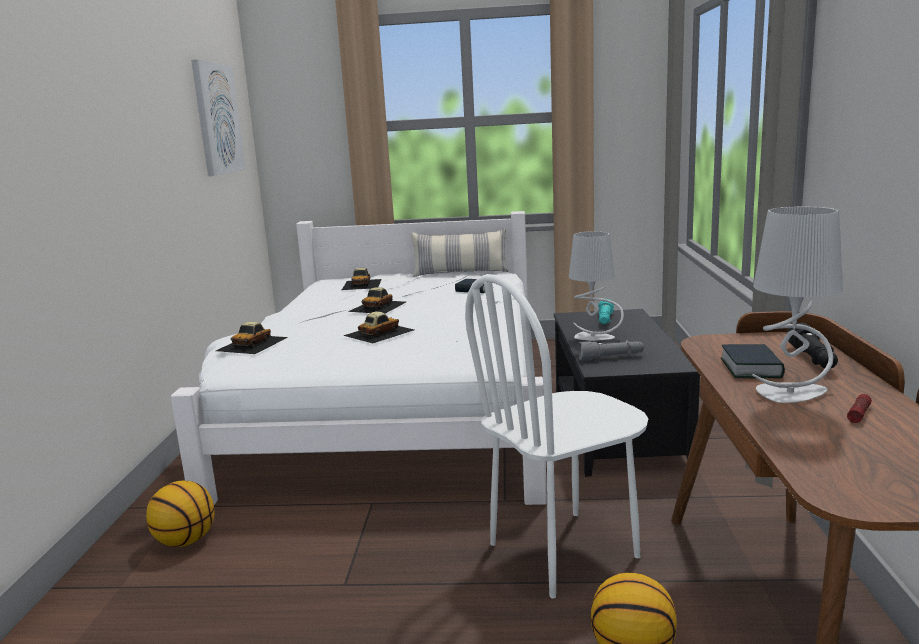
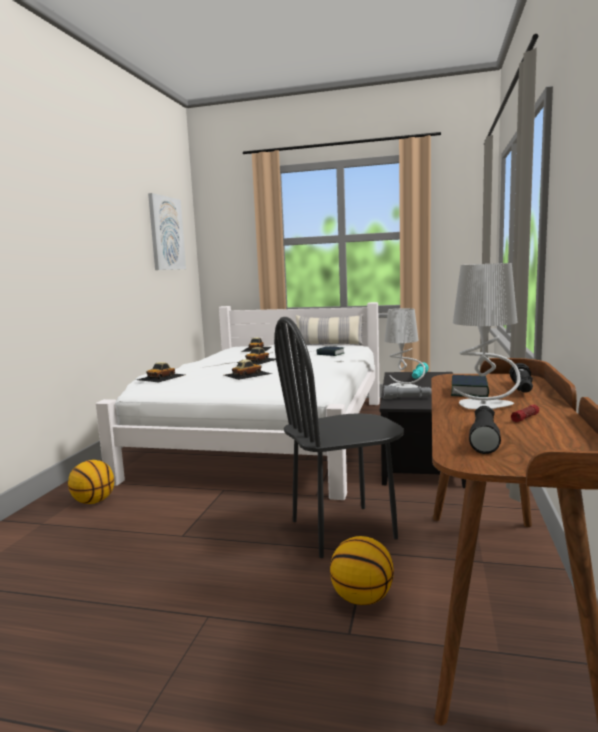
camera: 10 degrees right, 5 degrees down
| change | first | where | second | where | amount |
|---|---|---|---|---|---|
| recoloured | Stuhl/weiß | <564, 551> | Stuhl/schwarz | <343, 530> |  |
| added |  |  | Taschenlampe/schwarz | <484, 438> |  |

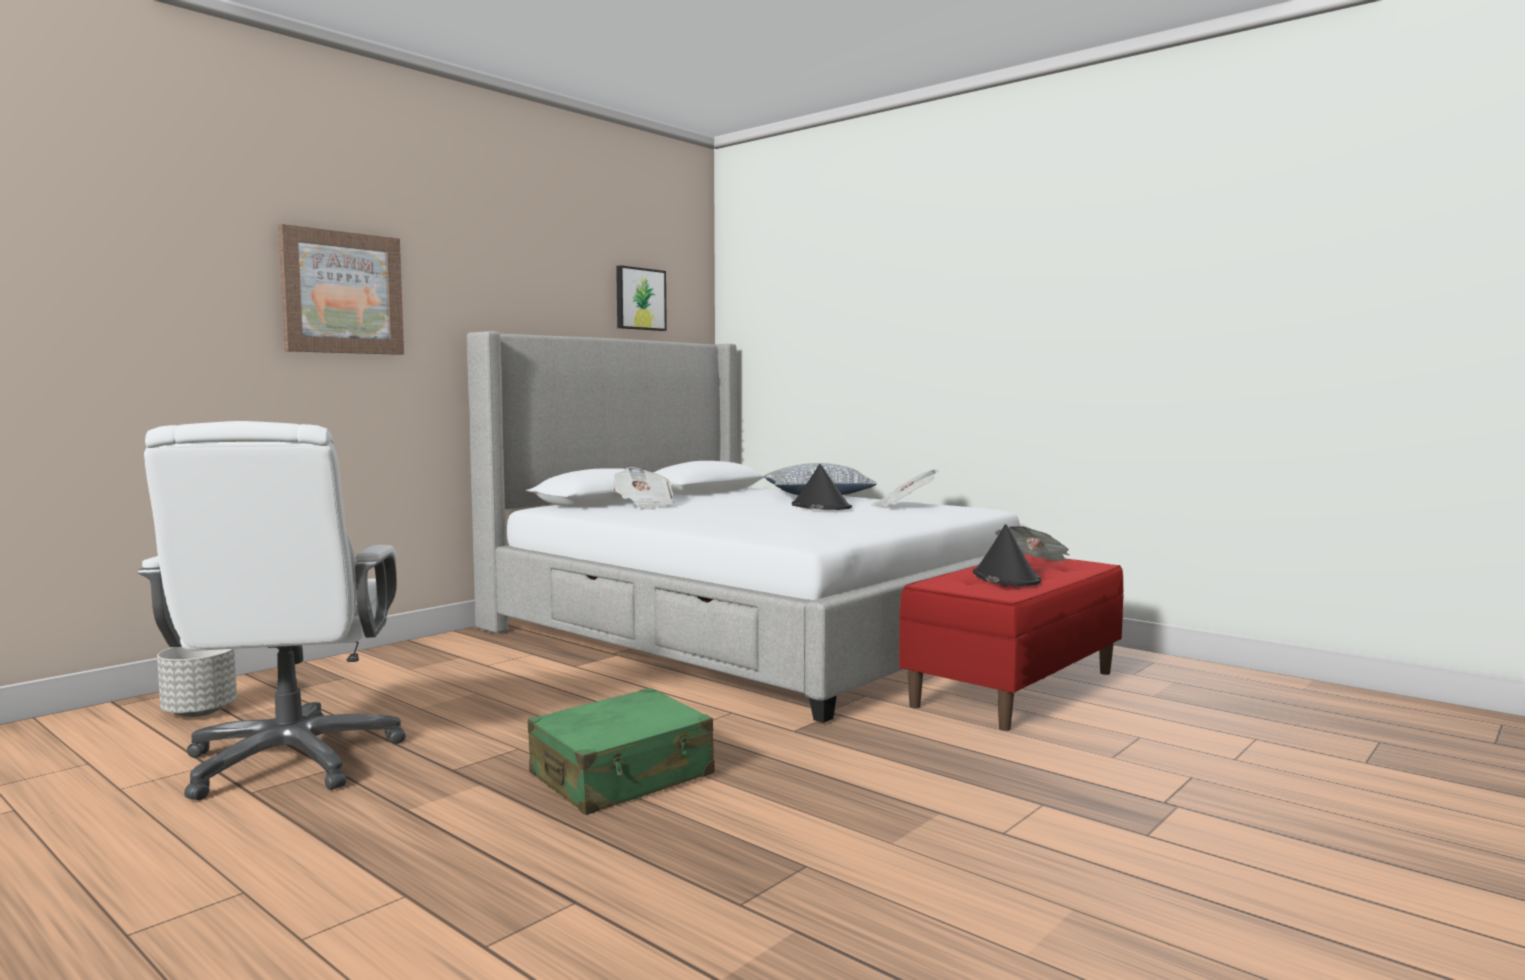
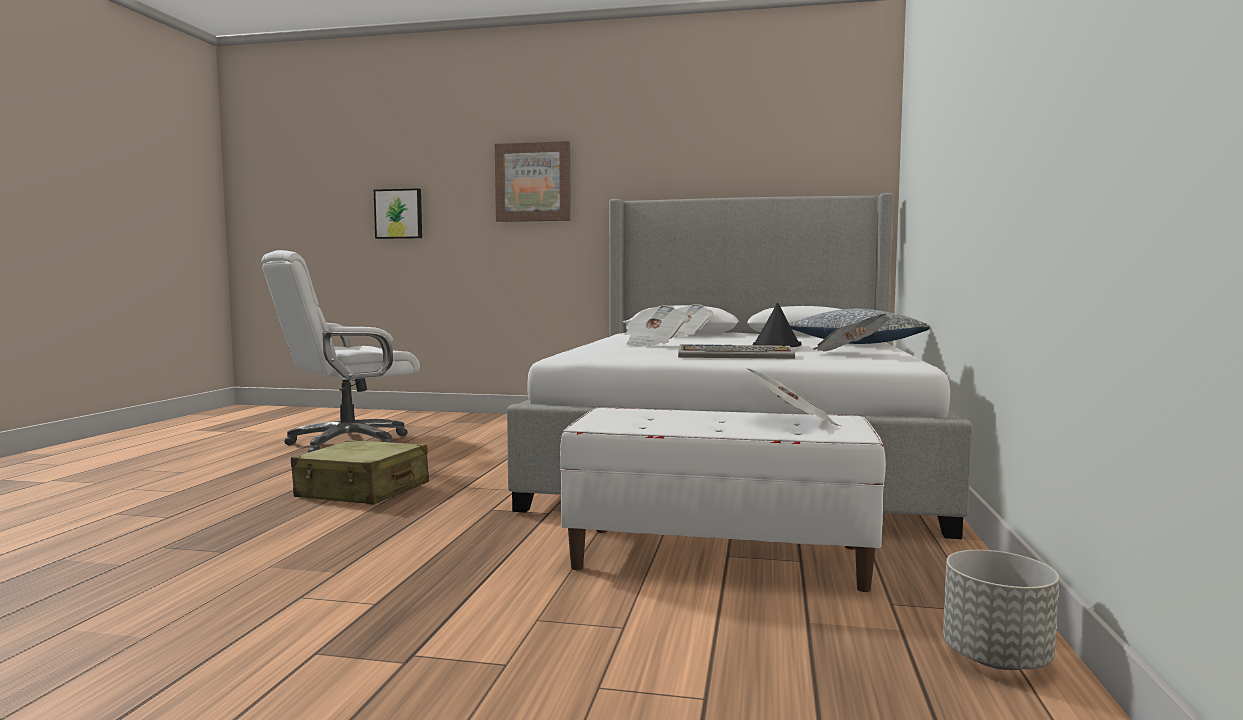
camera: 60 degrees right, 0 degrees up
| change | first | where | second | where | amount |
|---|---|---|---|---|---|
| recoloured | Koffer/grün | <622, 776> | Koffer/beige | <363, 491> |  |
| moved | Bild | <639, 299> |  | <399, 214> |  |
| recoloured | Bank/rot | <1014, 688> | Bank/weiß | <719, 556> |  |
| added |  |  | Zeitung | <653, 344> |  |
| added |  |  | Tastatur | <736, 355> |  |
| moved | Pflanzkübel/grau | <200, 712> |  | <997, 658> |  |
| removed | Hut/schwarz | <1005, 578> |  |  |  |

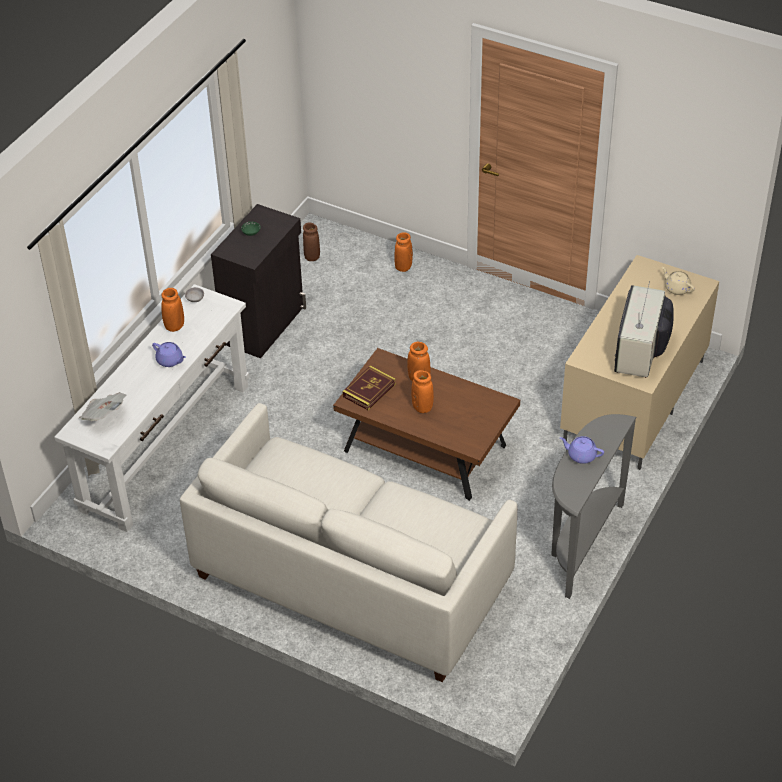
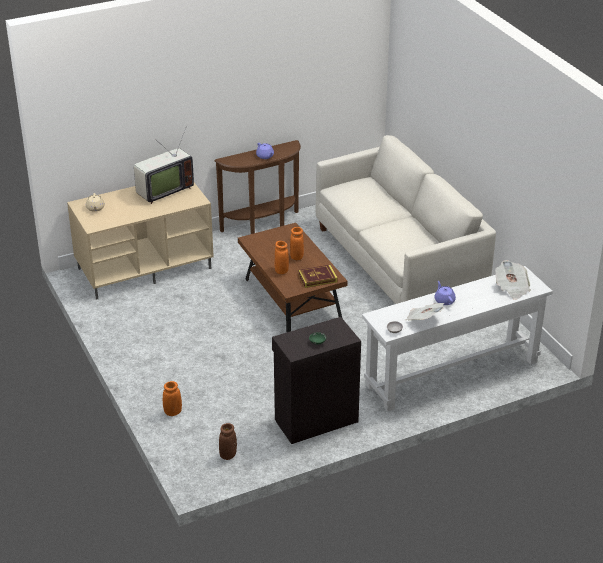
camera: 145 degrees left, 10 degrees down
| change | first | where | second | where | amount |
|---|---|---|---|---|---|
| recoloured | Konsolentisch/grau | <580, 544> | Konsolentisch/braun | <263, 226> |  |
| replaced | Vase/orange | <174, 326> | Zeitung | <423, 320> |  |

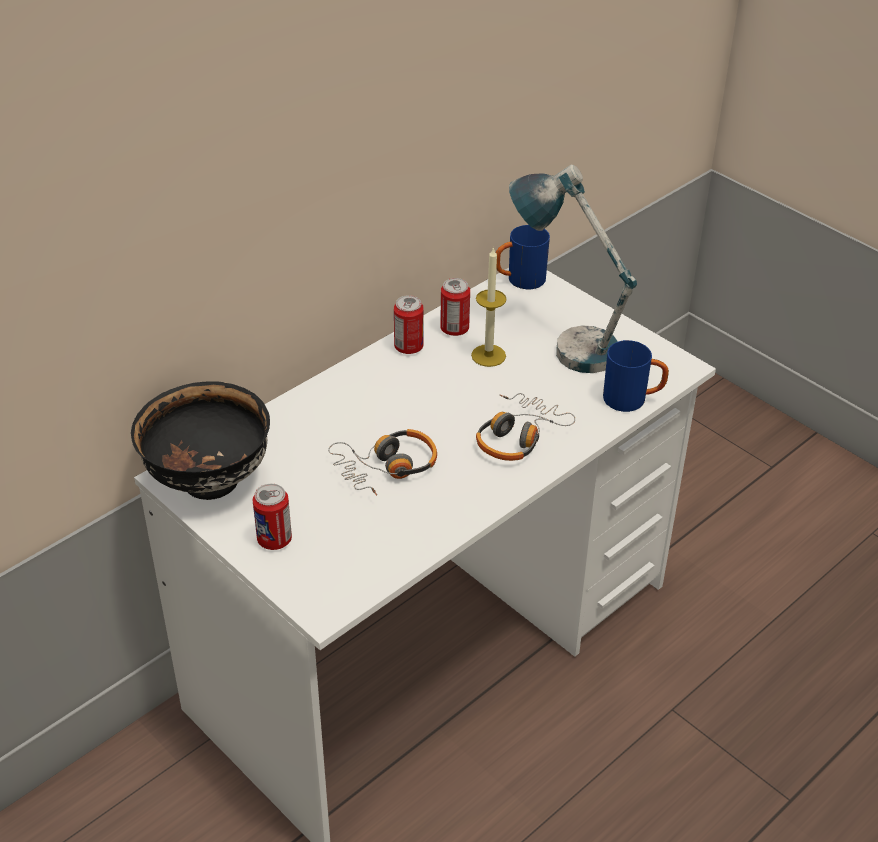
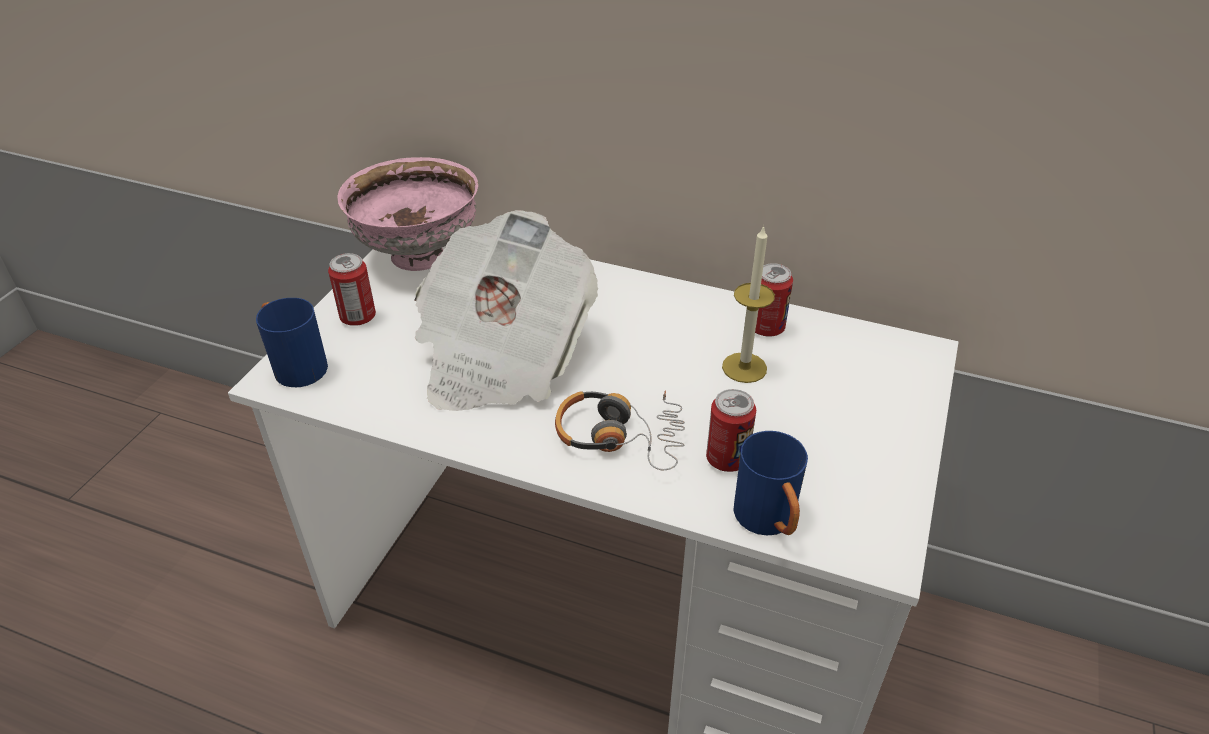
camera: 65 degrees right, 0 degrees up
| change | first | where | second | where | amount |
|---|---|---|---|---|---|
| moved | Henkelbecher/blau | <519, 281> |  | <295, 366> |  |
| recoloured | Schüssel/schwarz | <208, 482> | Schüssel/rosa | <417, 255> |  |
| replaced | Kopfhörer | <386, 468> | Zeitung | <501, 353> |  |
| moved | Dose | <408, 347> |  | <727, 459> |  |
| removed | Tischlampe | <564, 342> |  |  |  |

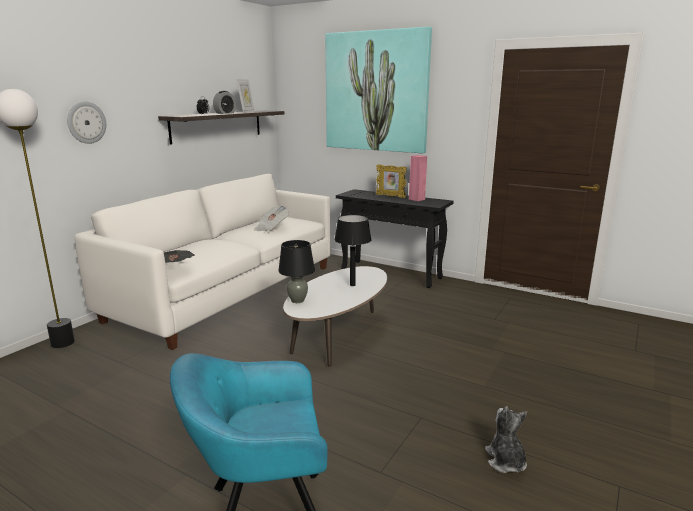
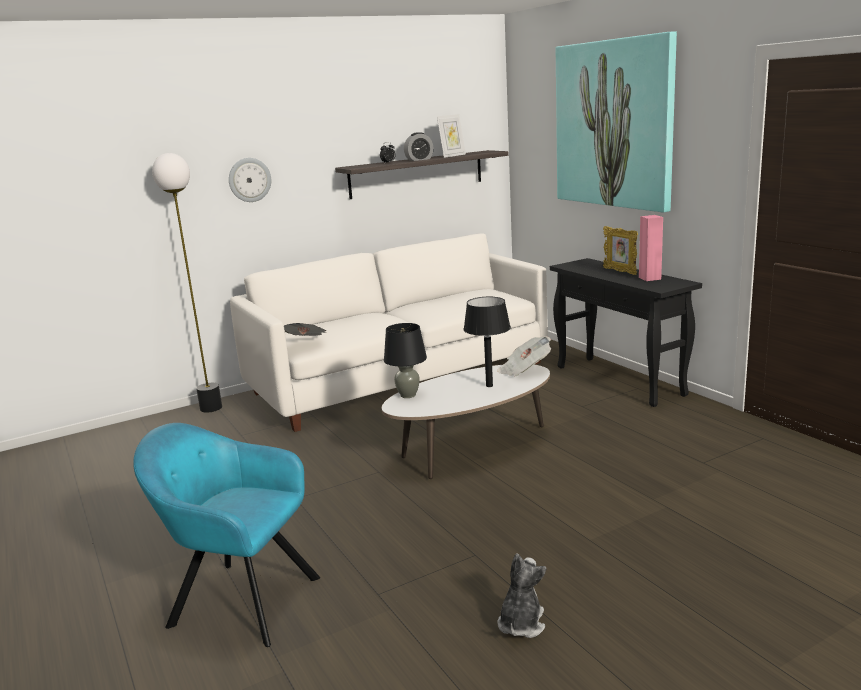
camera: 30 degrees right, 0 degrees up
| change | first | where | second | where | amount |
|---|---|---|---|---|---|
| moved | Zeitung | <271, 228> |  | <524, 370> |  |

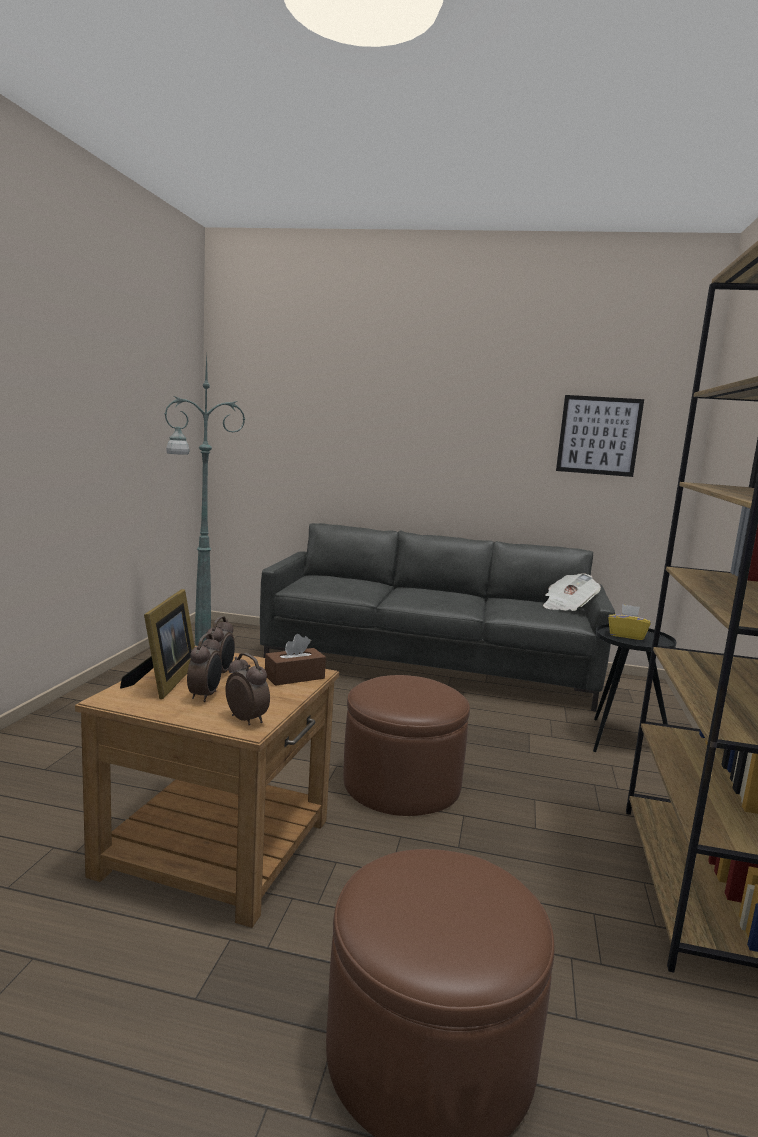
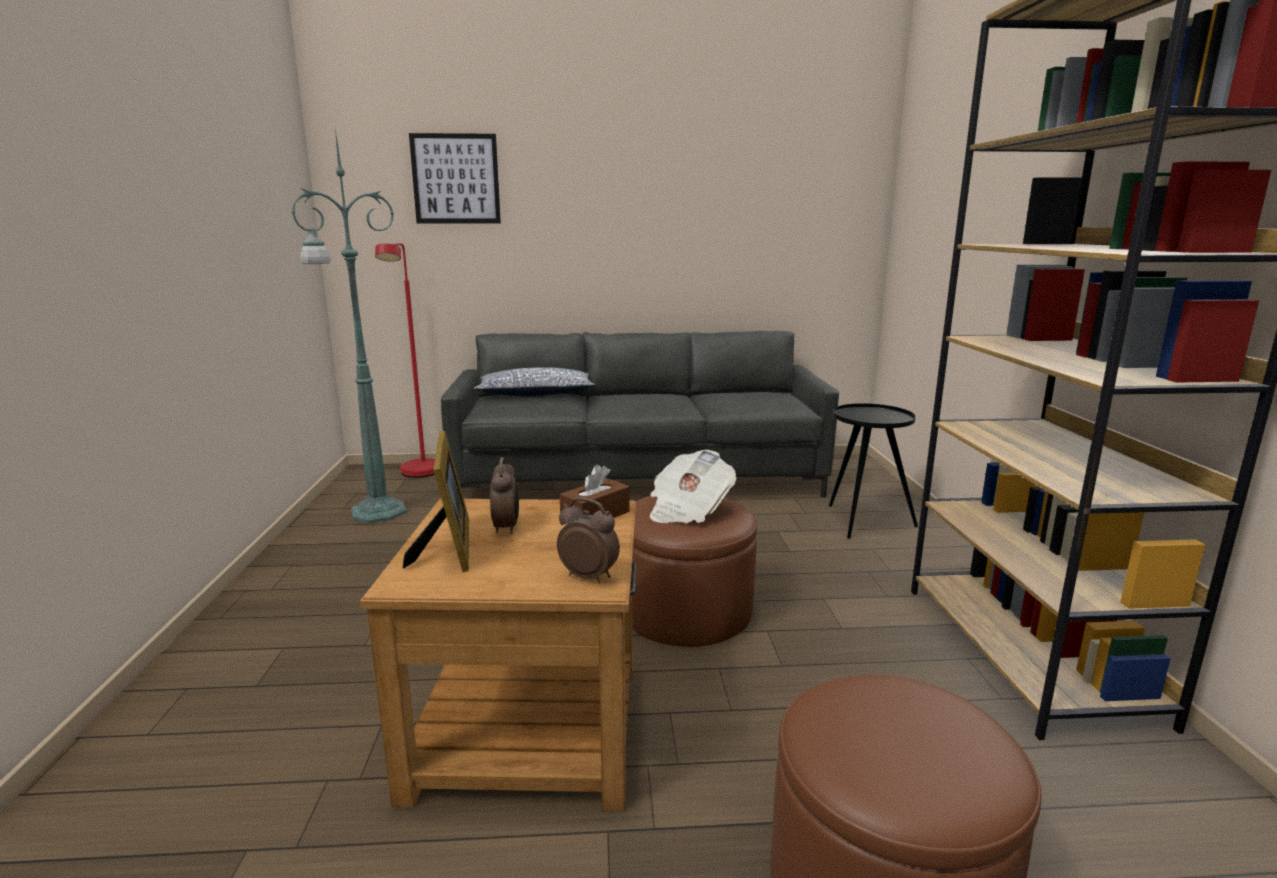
camera: 15 degrees left, 5 degrees up
| change | first | where | second | where | amount |
|---|---|---|---|---|---|
| added |  |  | Stehlampe/rot | <419, 475> |  |
| moved | Bild | <598, 435> |  | <456, 179> |  |
| added |  |  | Kissen | <535, 394> |  |
| moved | Zeitung | <567, 607> |  | <688, 510> |  |
| removed | Wecker | <205, 696> |  |  |  |
| removed | Taschentuchbox/gelb | <626, 635> |  |  |  |

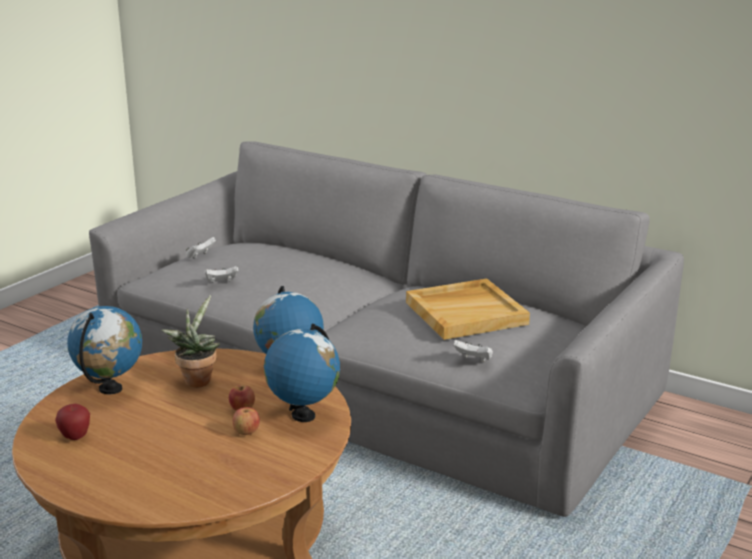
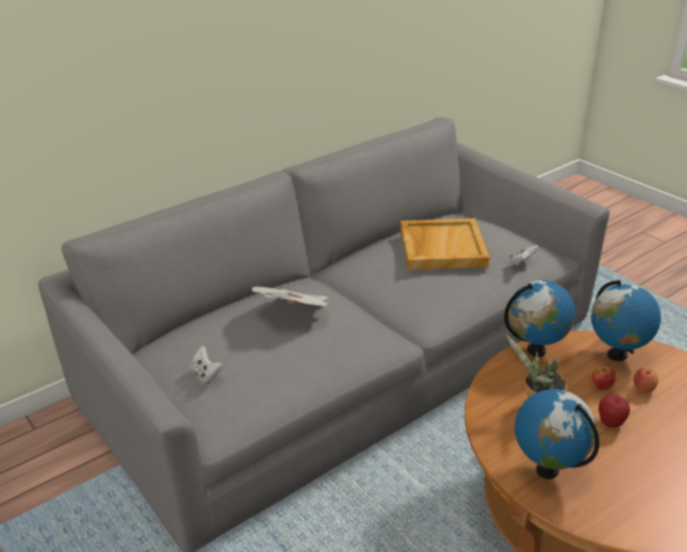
camera: 70 degrees left, 10 degrees up
| change | first | where | second | where | amount |
|---|---|---|---|---|---|
| added |  |  | Zeitung | <295, 313> |  |
| moved | Apfel | <75, 437> |  | <610, 423> |  |
| removed | Gamepad/weiß | <221, 282> |  |  |  |

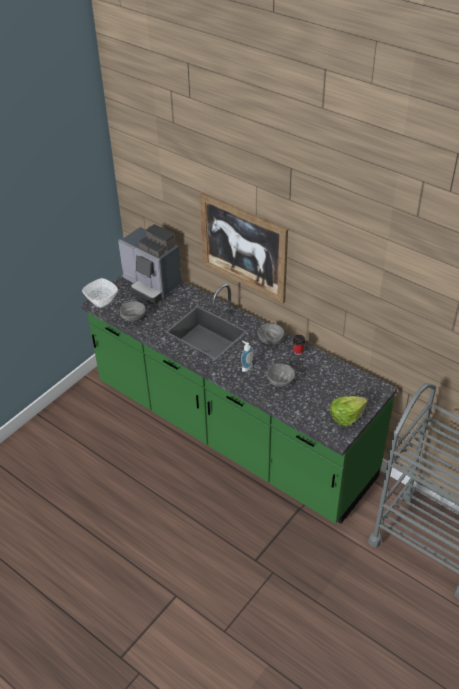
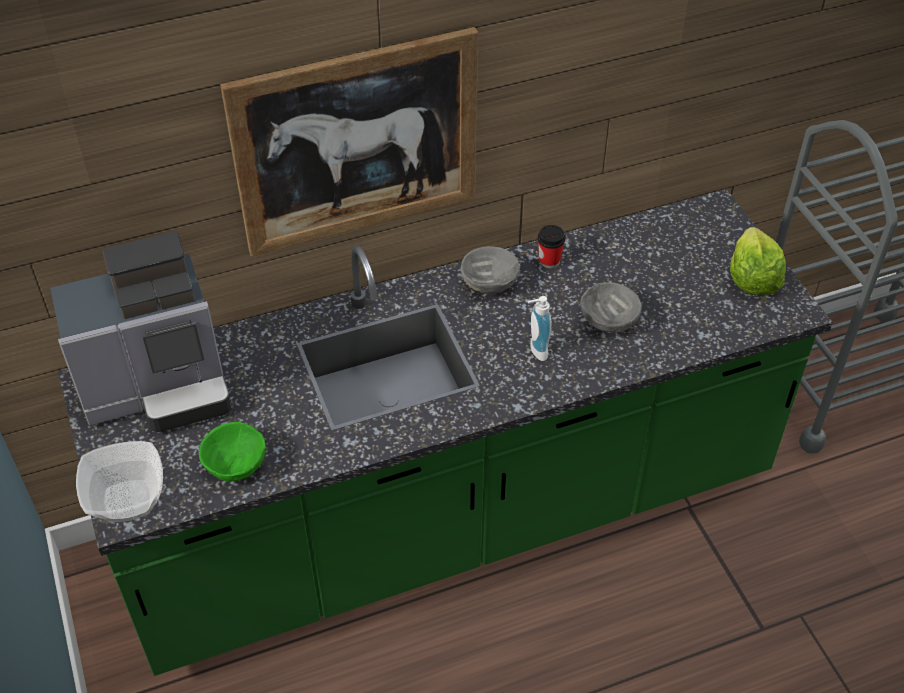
camera: 60 degrees left, 5 degrees up
| change | first | where | second | where | amount |
|---|---|---|---|---|---|
| recoloured | Schüssel/grau | <133, 317> | Schüssel/grün | <236, 464> |  |

